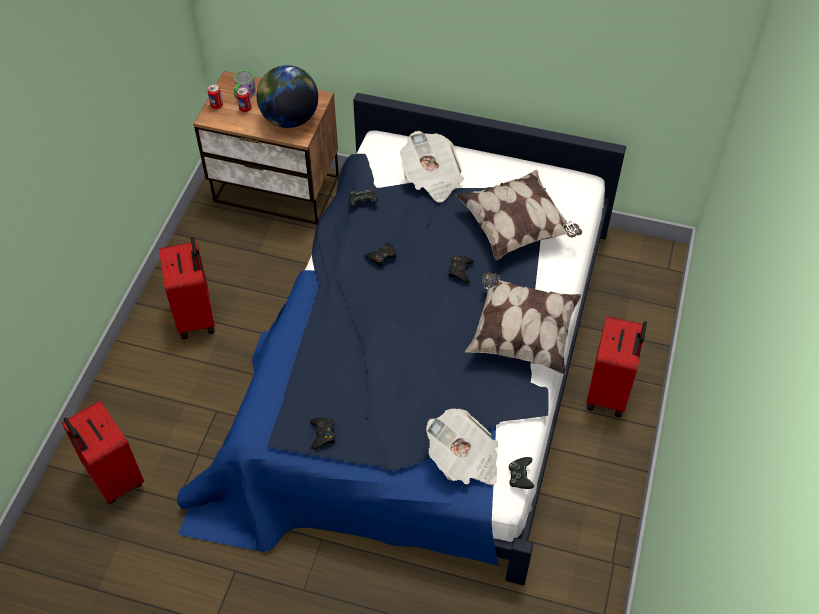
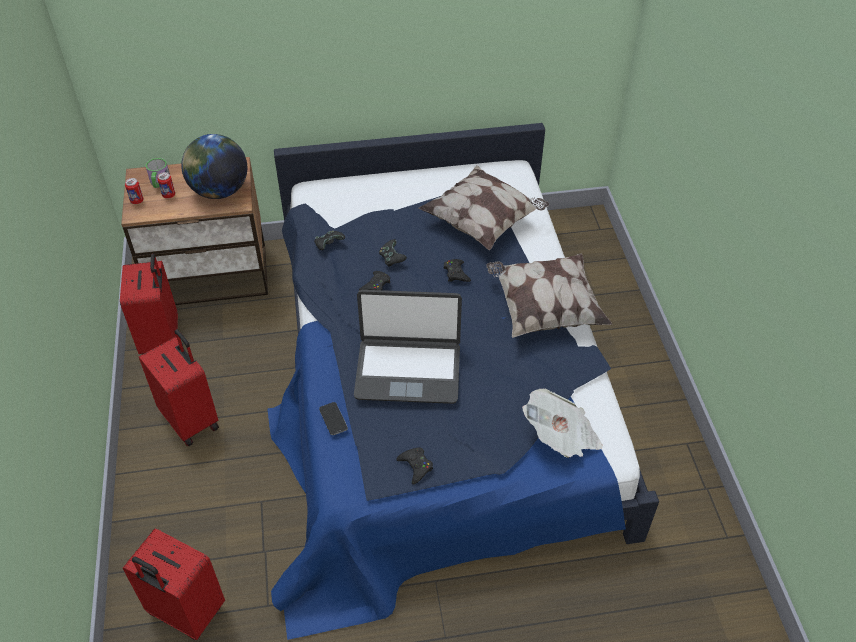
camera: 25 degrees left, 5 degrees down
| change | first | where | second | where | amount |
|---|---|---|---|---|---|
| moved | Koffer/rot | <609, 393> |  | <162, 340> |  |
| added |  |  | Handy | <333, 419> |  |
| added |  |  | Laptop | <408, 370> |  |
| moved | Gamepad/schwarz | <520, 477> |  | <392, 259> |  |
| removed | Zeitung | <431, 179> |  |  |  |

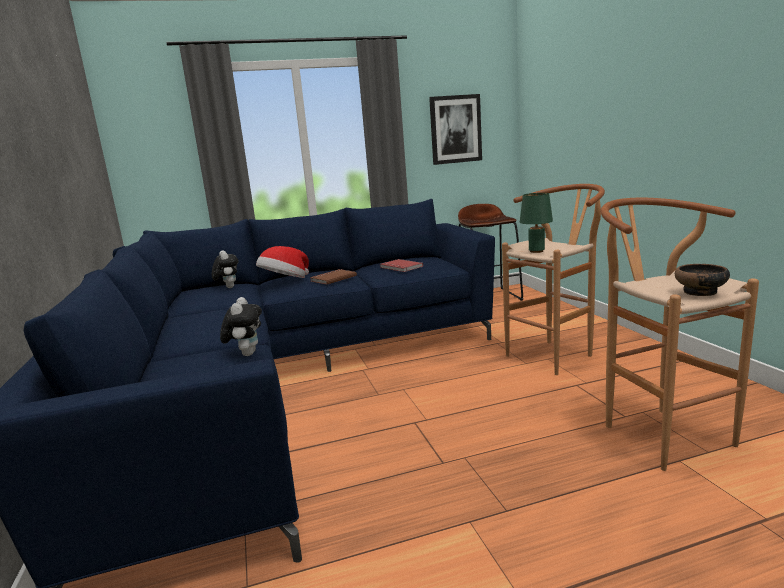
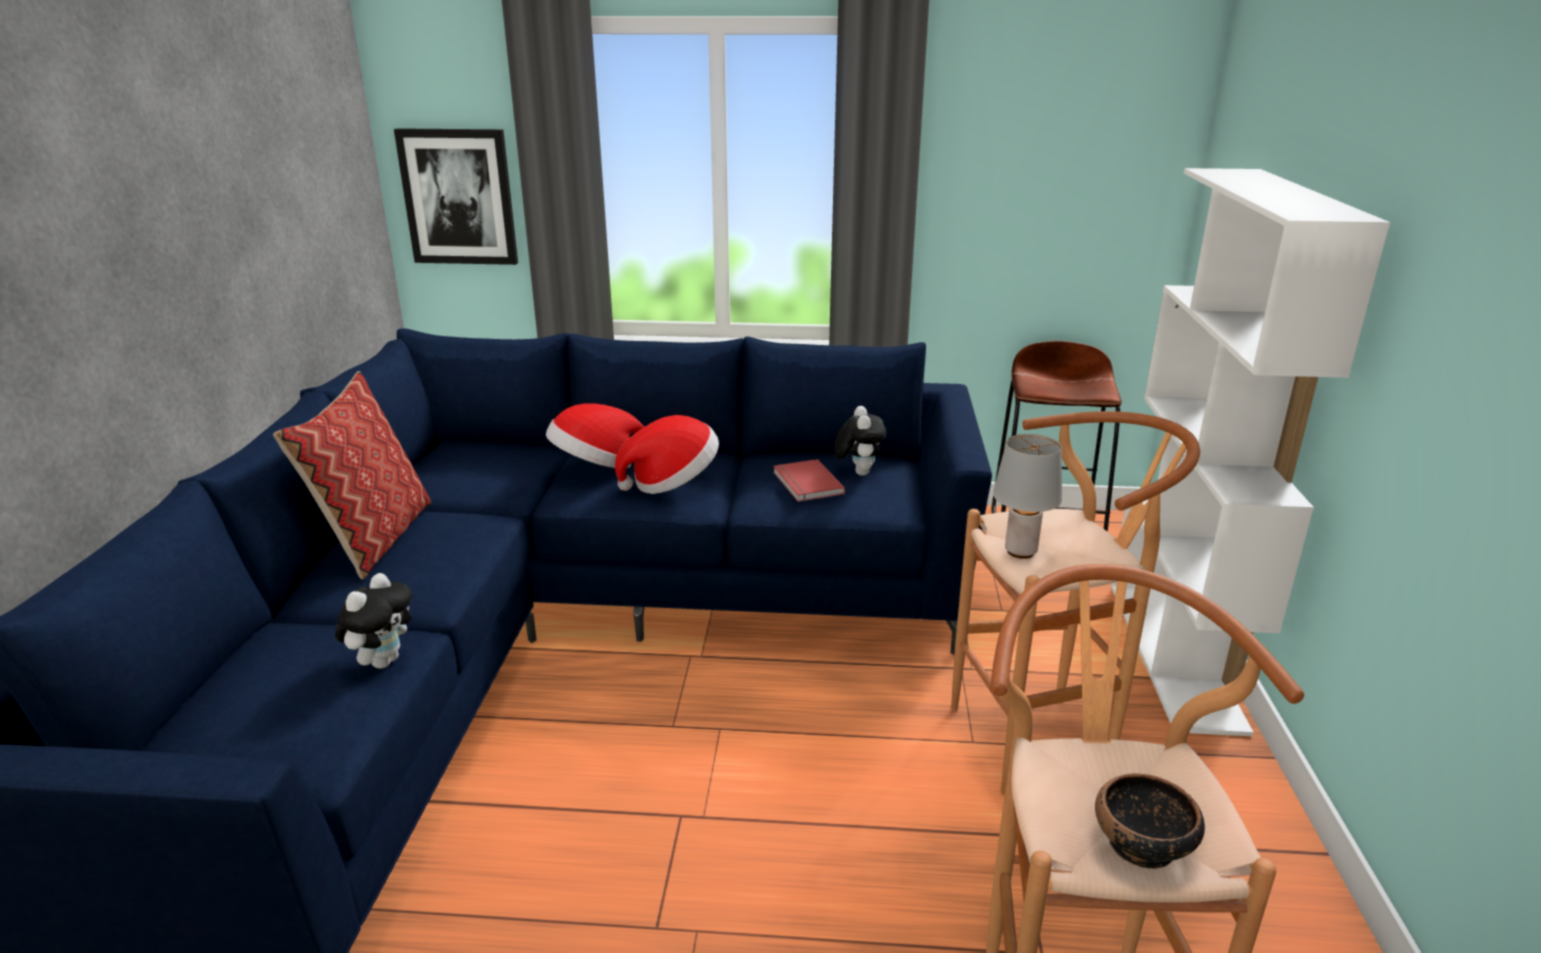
camera: 20 degrees right, 10 degrees up
| change | first | where | second | where | amount |
|---|---|---|---|---|---|
| added |  |  | Kissen | <374, 537> |  |
| moved | Bild | <455, 129> |  | <459, 197> |  |
| replaced | Buch/braun | <332, 278> | Hut | <672, 482> |  |
| moved | Plüschtier | <228, 287> |  | <858, 472> |  |
| recoloured | Tischlampe/grün | <536, 251> | Tischlampe/grau | <1019, 552> |  |
| added |  |  | Bücherregal/weiß | <1175, 654> |  |

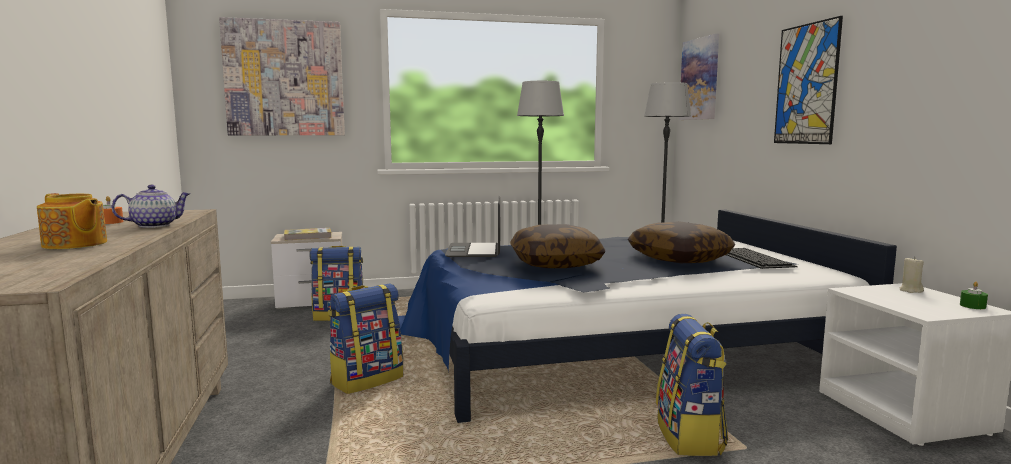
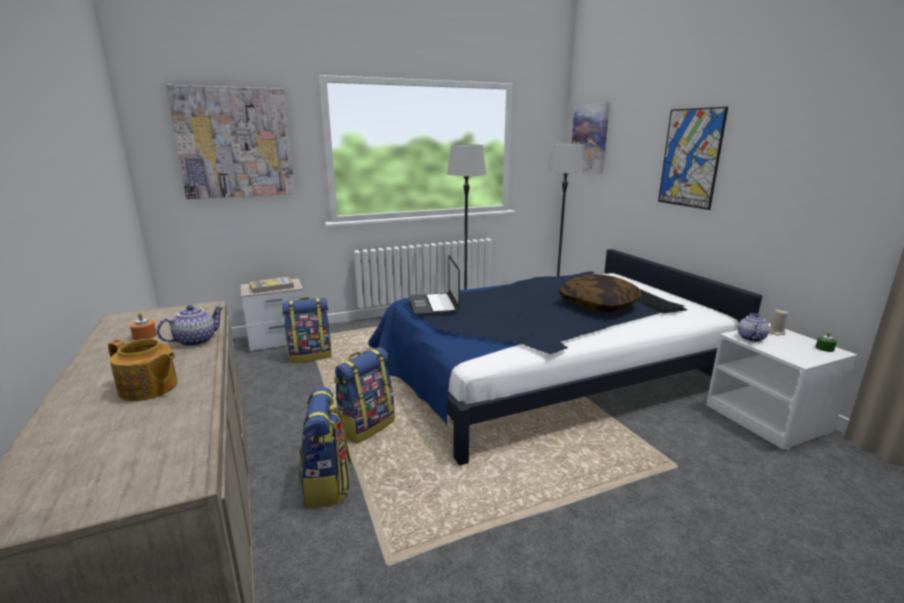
camera: 10 degrees left, 10 degrees up
| change | first | where | second | where | amount |
|---|---|---|---|---|---|
| moved | Rucksack | <690, 436> |  | <327, 484> |  |
| added |  |  | Teekanne | <750, 338> |  |
| removed | Kissen | <556, 264> |  |  |  |

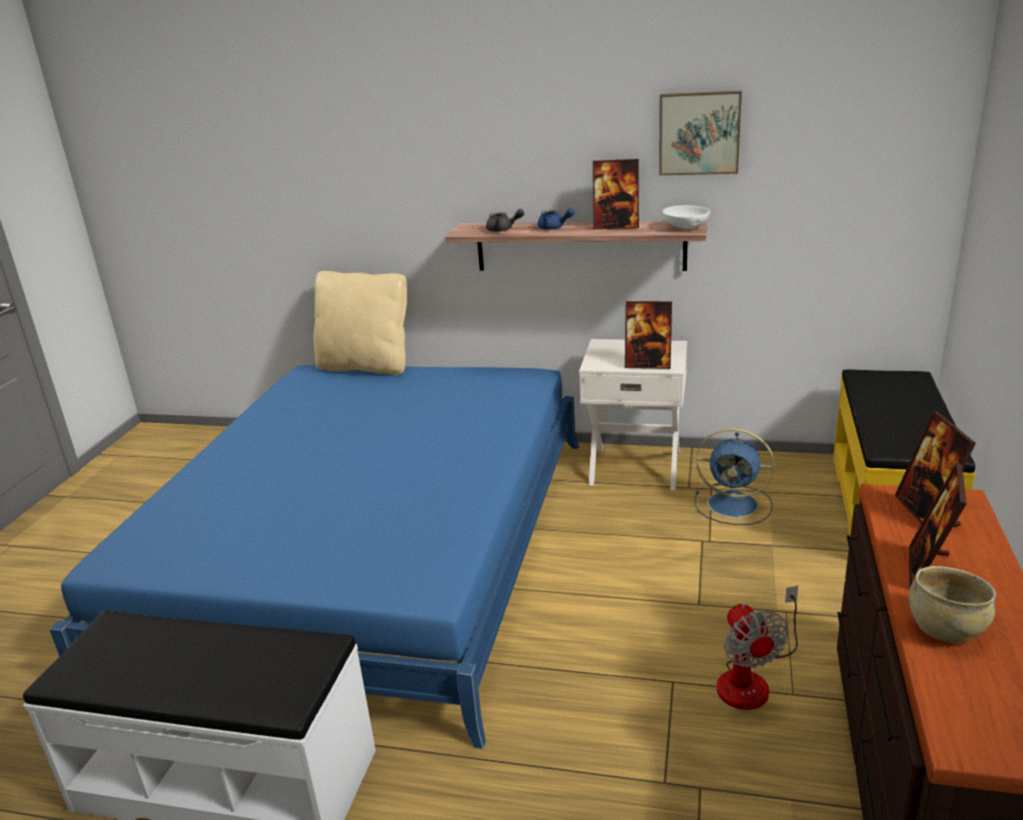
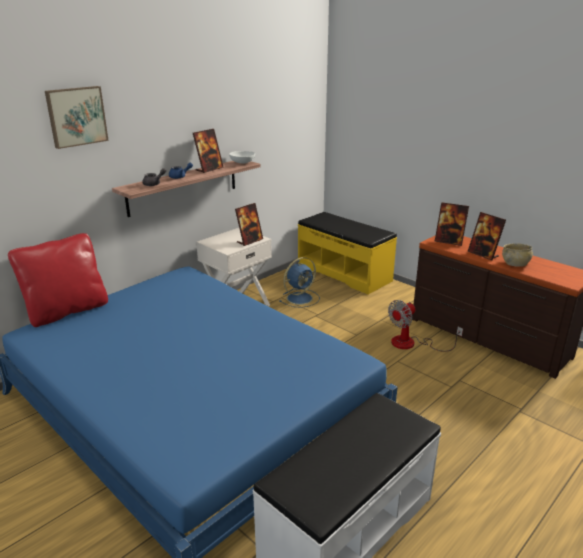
camera: 60 degrees left, 0 degrees up
| change | first | where | second | where | amount |
|---|---|---|---|---|---|
| recoloured | Kissen/beige | <366, 366> | Kissen/rot | <67, 311> |  |
| moved | Bild | <699, 133> |  | <76, 116> |  |
| turned | Ventilator | <751, 679> |  | <412, 344> | 120 degrees clockwise |

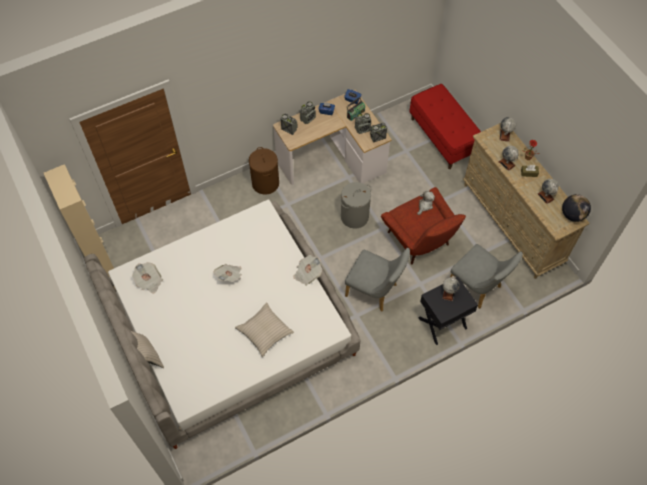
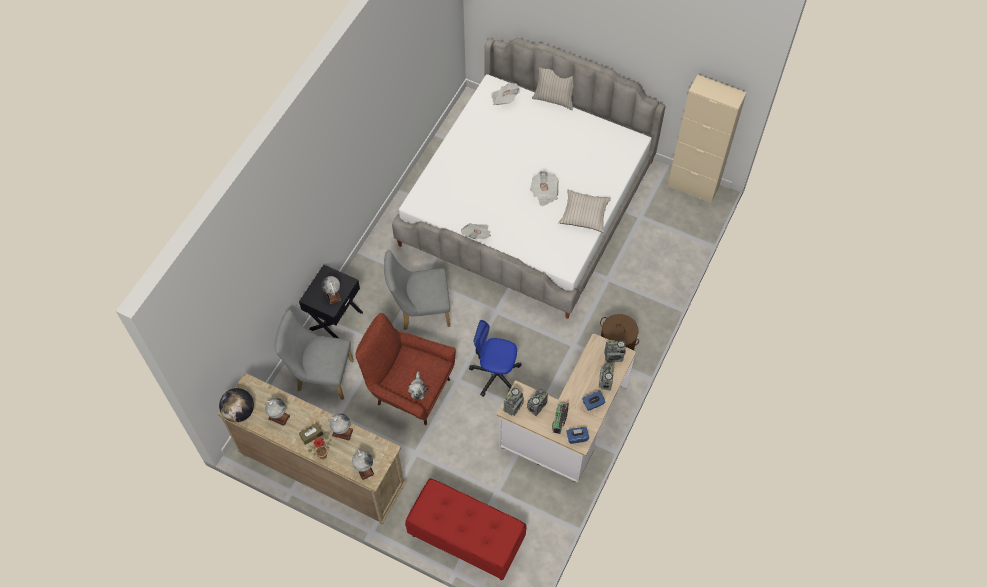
camera: 145 degrees right, 0 degrees up
| change | first | where | second | where | amount |
|---|---|---|---|---|---|
| replaced | Wäschekorb/grau | <354, 217> | Bürostuhl | <495, 374> |  |
| moved | Zeitung | <149, 281> |  | <504, 99> |  |
| moved | Kissen/beige | <264, 332> |  | <584, 214> |  |

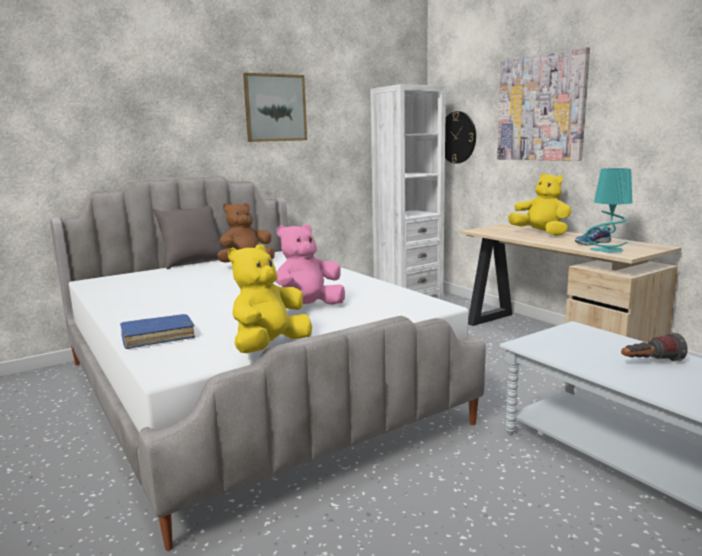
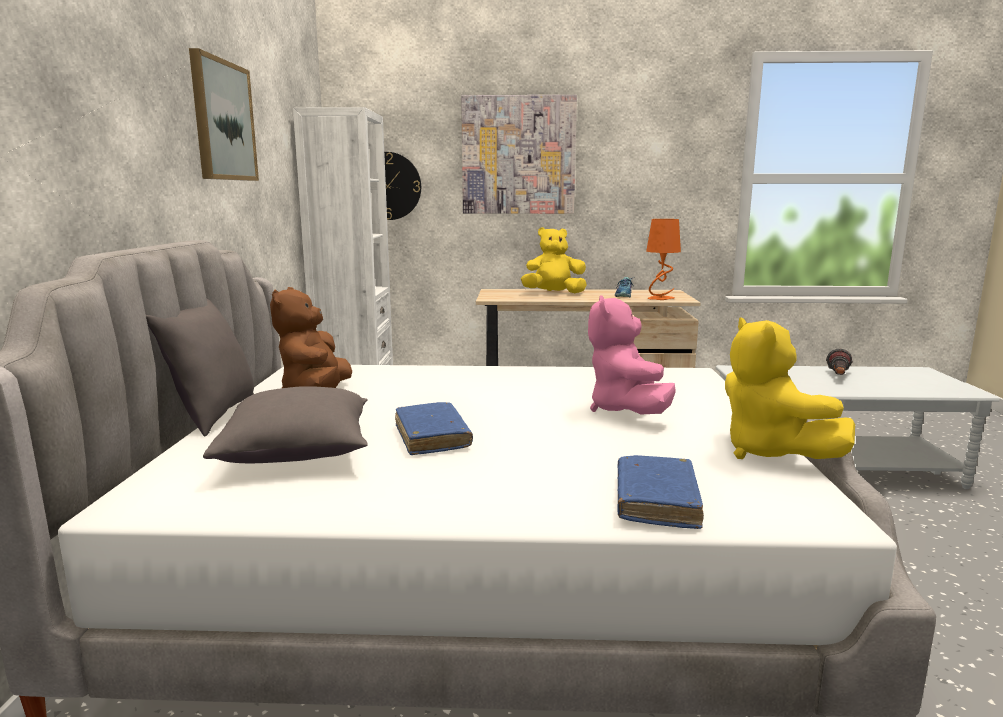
camera: 55 degrees left, 0 degrees up
| change | first | where | second | where | amount |
|---|---|---|---|---|---|
| added |  |  | Kissen/grau | <298, 454> |  |
| added |  |  | Buch/blau | <432, 437> |  |
| recoloured | Tischlampe/türkis | <607, 251> | Tischlampe/orange | <660, 299> |  |

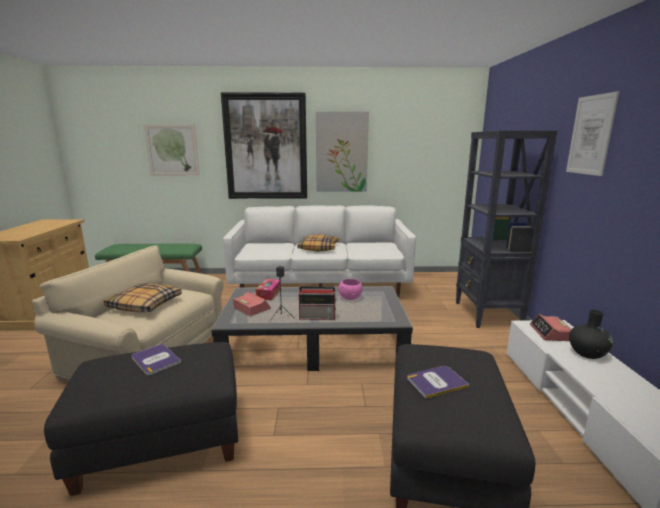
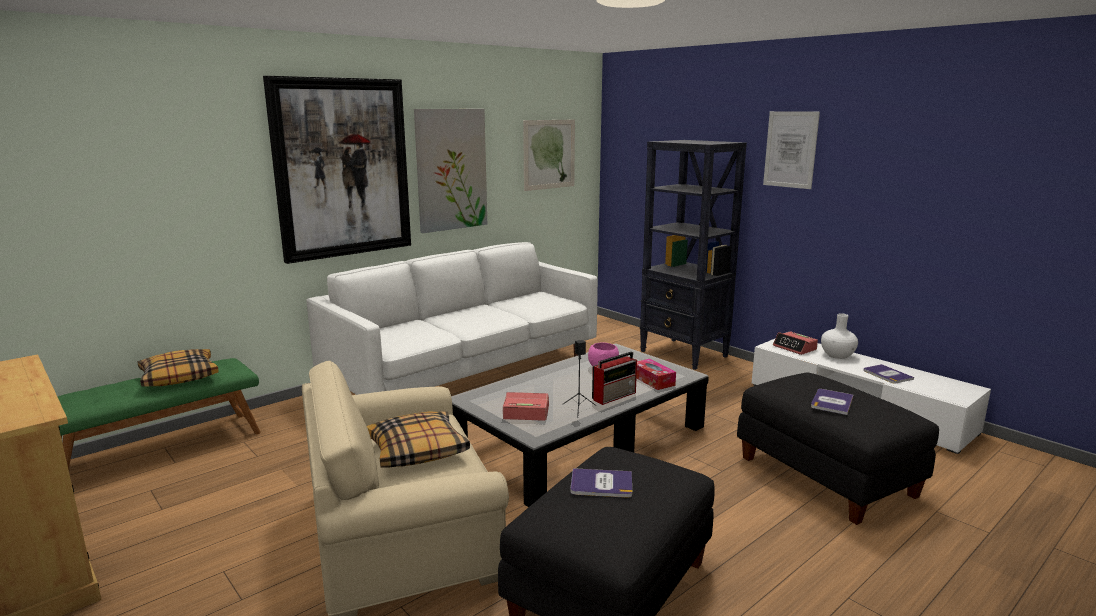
camera: 40 degrees left, 0 degrees up
| change | first | where | second | where | amount |
|---|---|---|---|---|---|
| moved | Kissen | <318, 248> |  | <179, 376> |  |
| moved | Bild | <172, 150> |  | <549, 154> |  |
| moved | Taschentuchbox | <269, 293> |  | <653, 380> |  |
| recoloured | Vase/schwarz | <587, 353> | Vase/weiß | <837, 355> |  |
| added |  |  | Buch | <887, 374> |  |

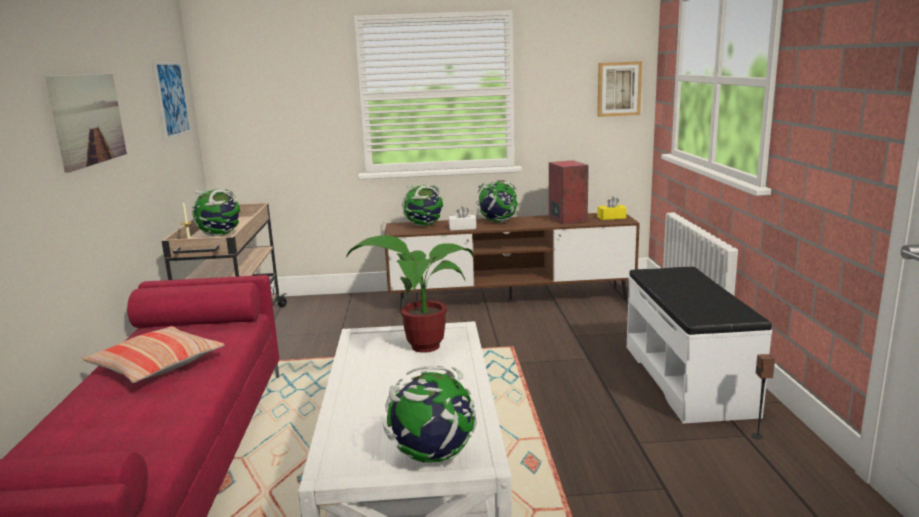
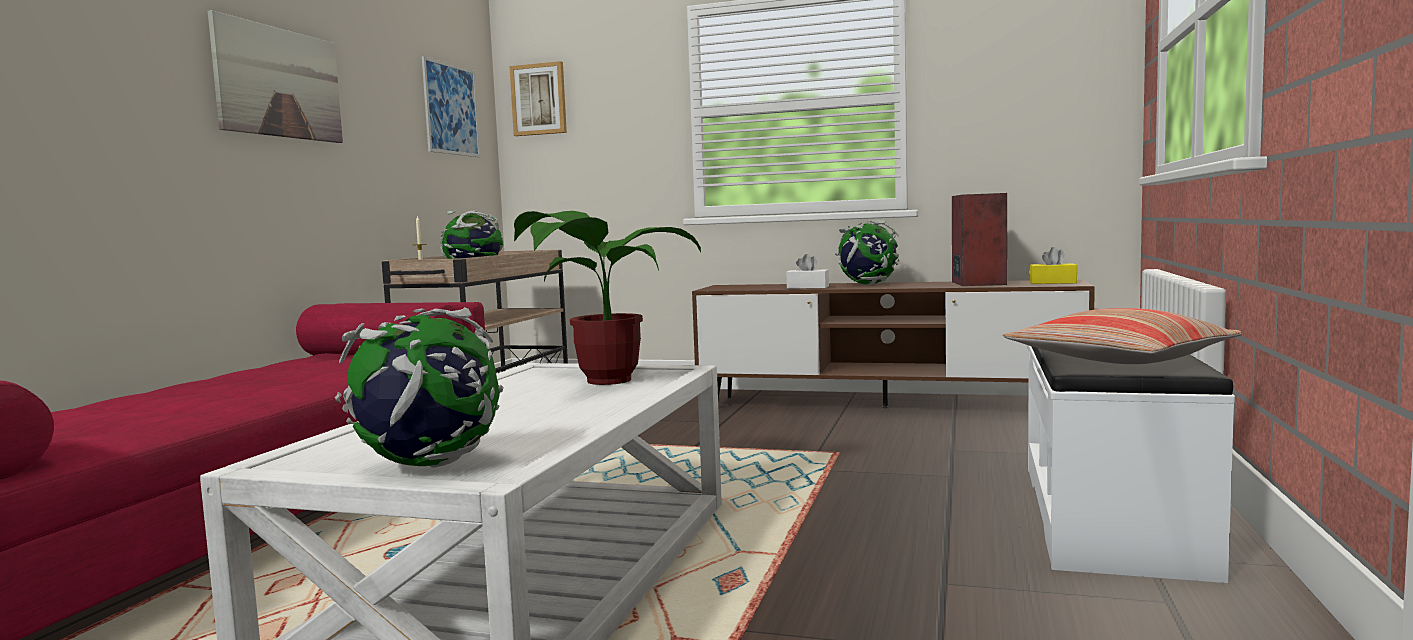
camera: 20 degrees right, 10 degrees down
| change | first | where | second | where | amount |
|---|---|---|---|---|---|
| moved | Bild | <619, 89> |  | <539, 99> |  |
| moved | Kissen | <157, 365> |  | <1119, 359> |  |
| removed | Globus | <424, 225> |  |  |  |
| removed | Lautsprecher | <758, 436> |  |  |  |

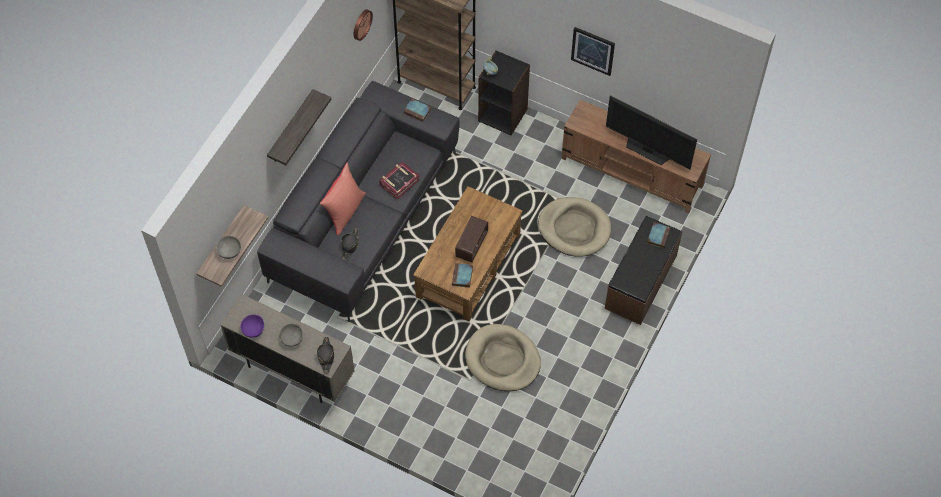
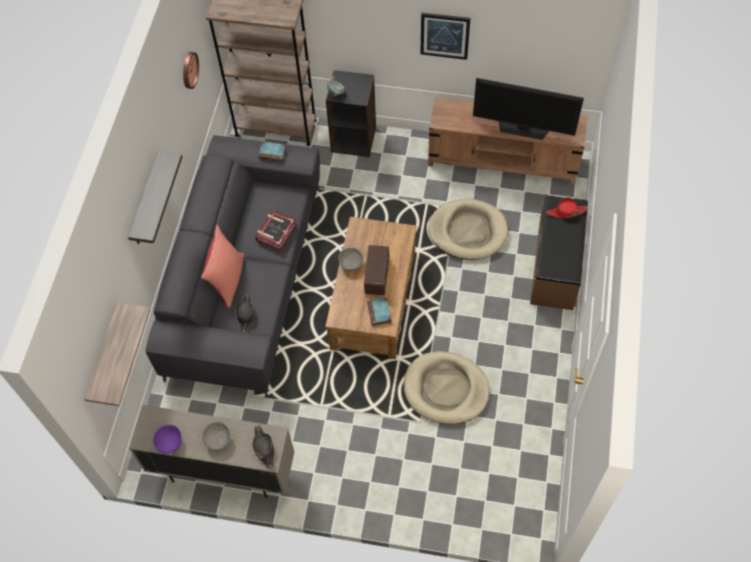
camera: 15 degrees left, 0 degrees up
| change | first | where | second | where | amount |
|---|---|---|---|---|---|
| moved | Schüssel/grau | <229, 252> |  | <351, 264> |  |
| replaced | Buch | <658, 236> | Hut/rot | <566, 212> |  |

